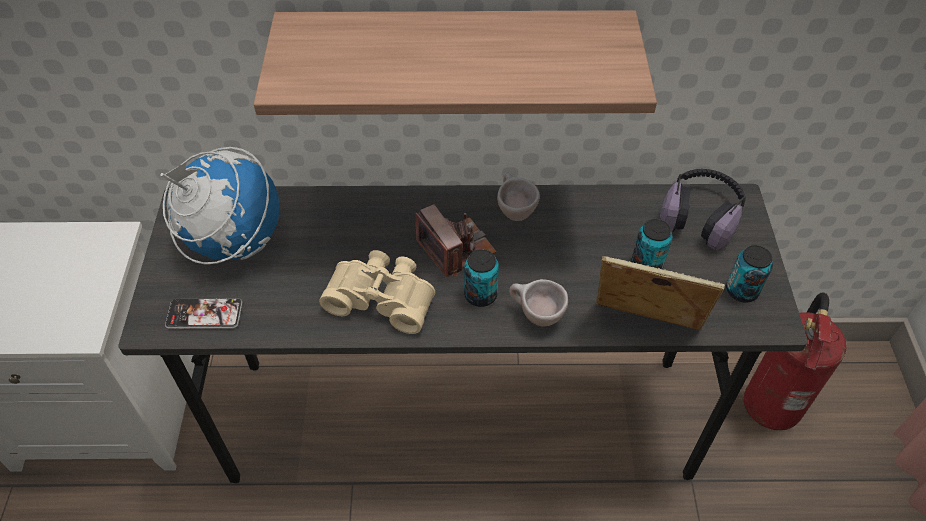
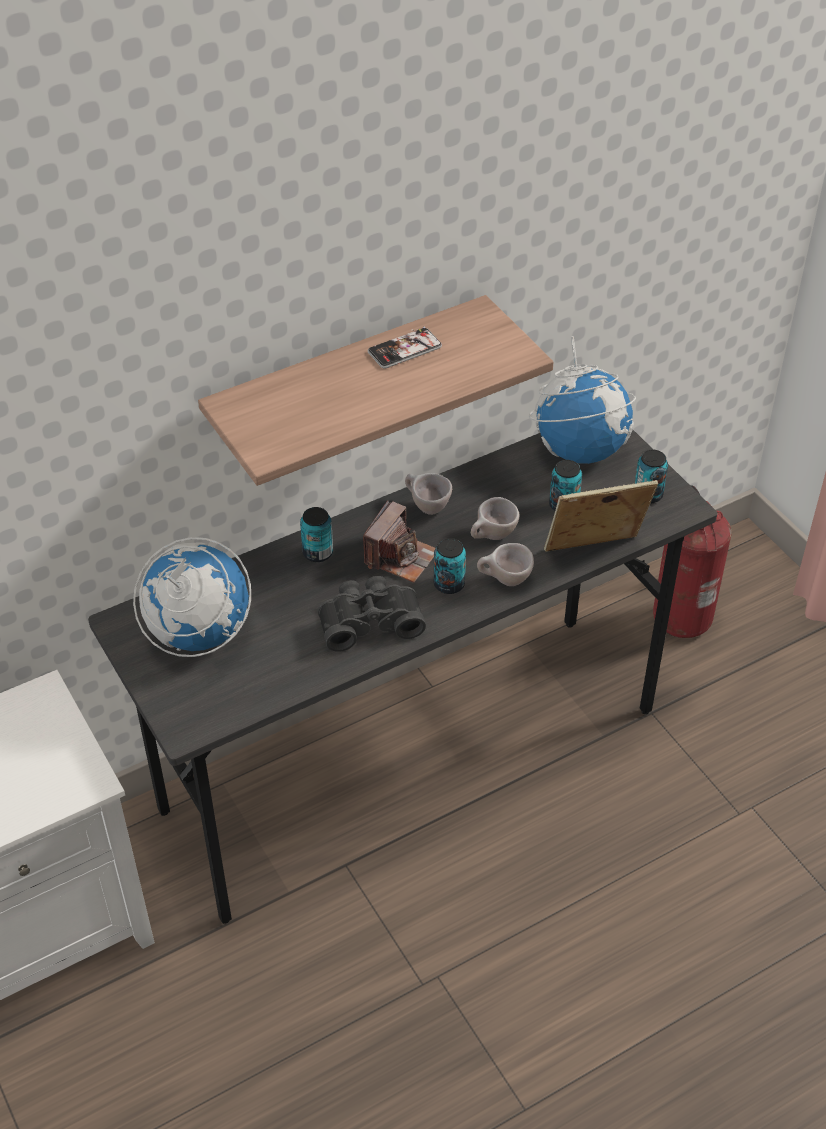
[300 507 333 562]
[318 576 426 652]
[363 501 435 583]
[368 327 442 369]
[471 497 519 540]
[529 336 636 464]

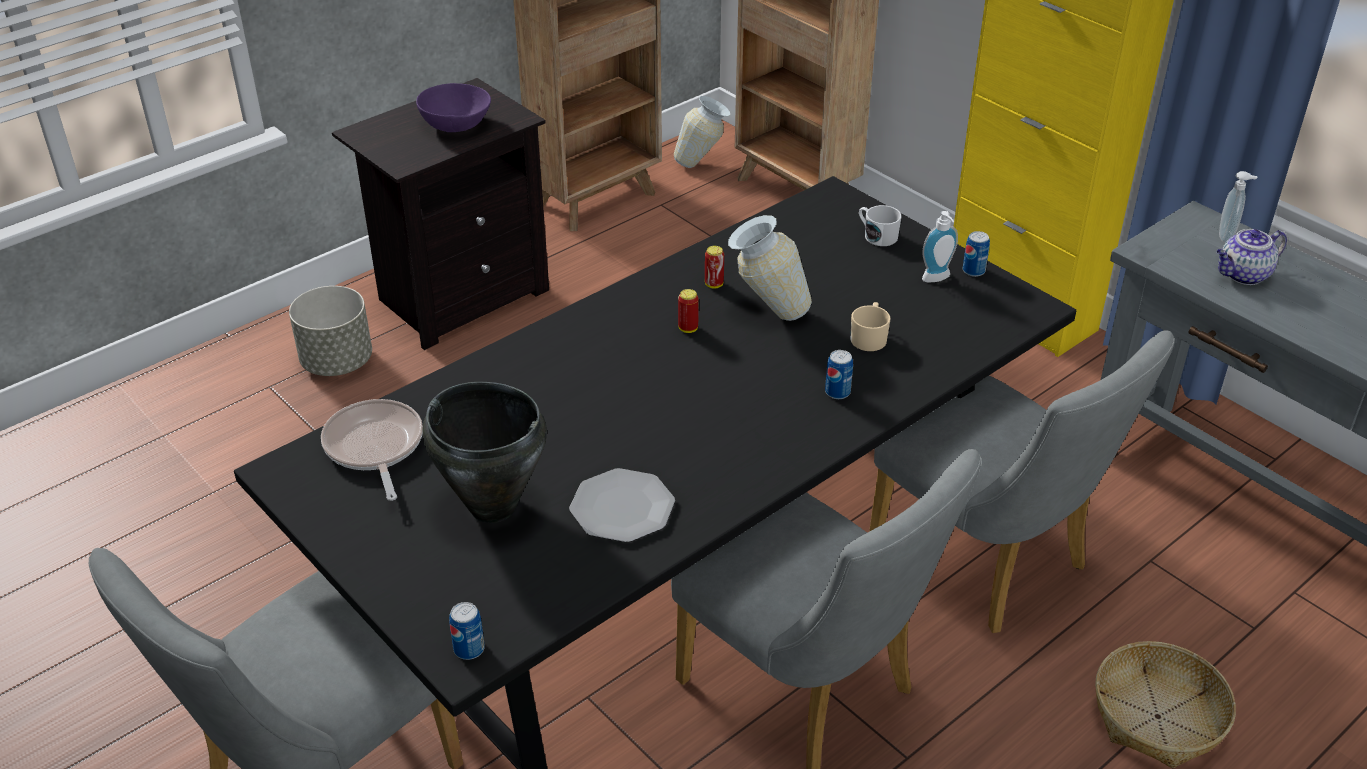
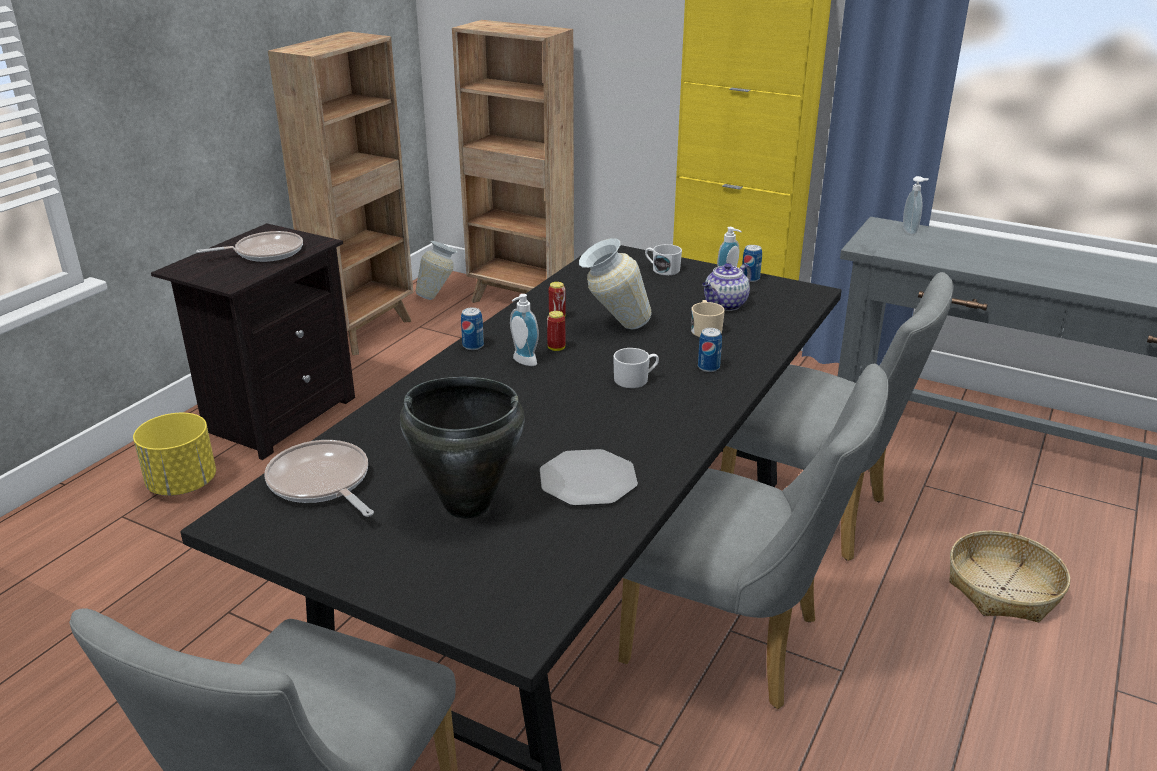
[133 413 216 496]
[196 231 303 262]
[461 308 484 350]
[510 294 539 366]
[613 348 659 388]
[702 263 752 311]

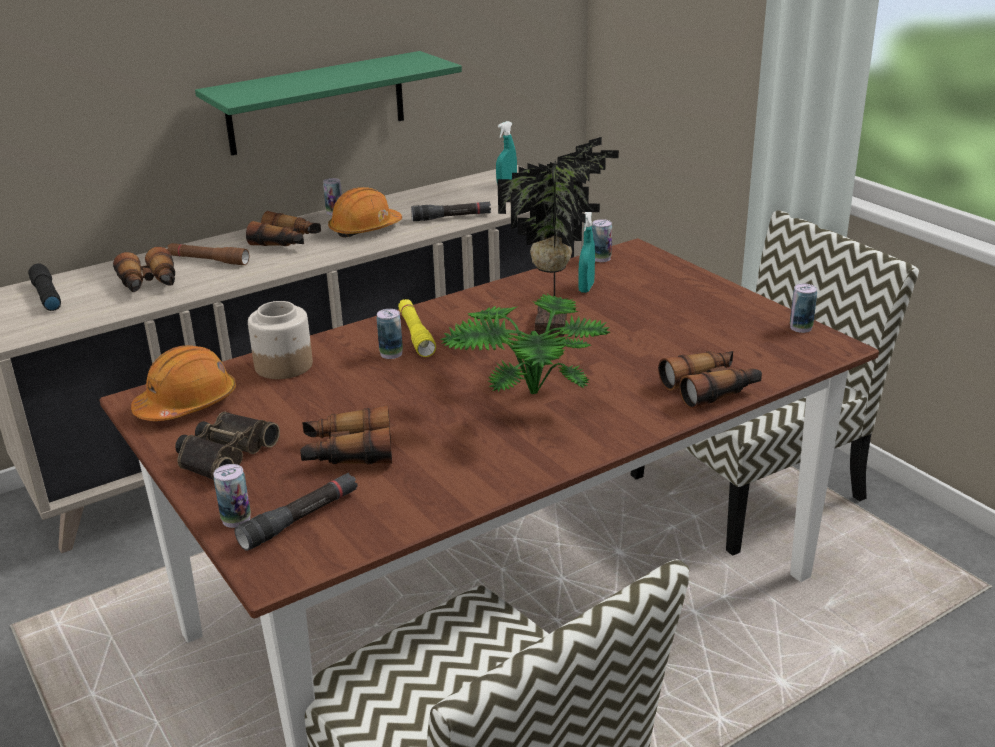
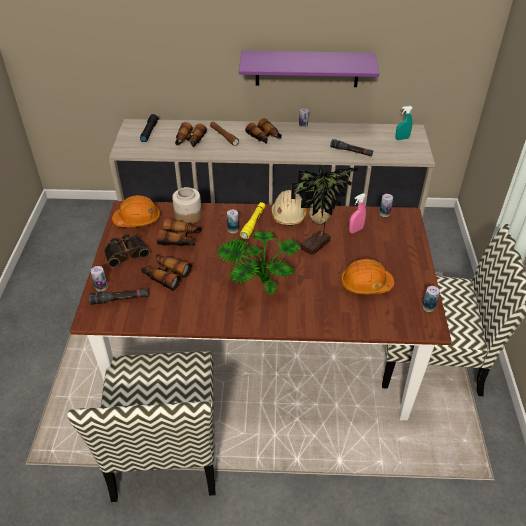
[157 218 202 246]
[239 51 379 87]
[271 190 307 226]
[341 259 395 295]
[349 193 366 233]

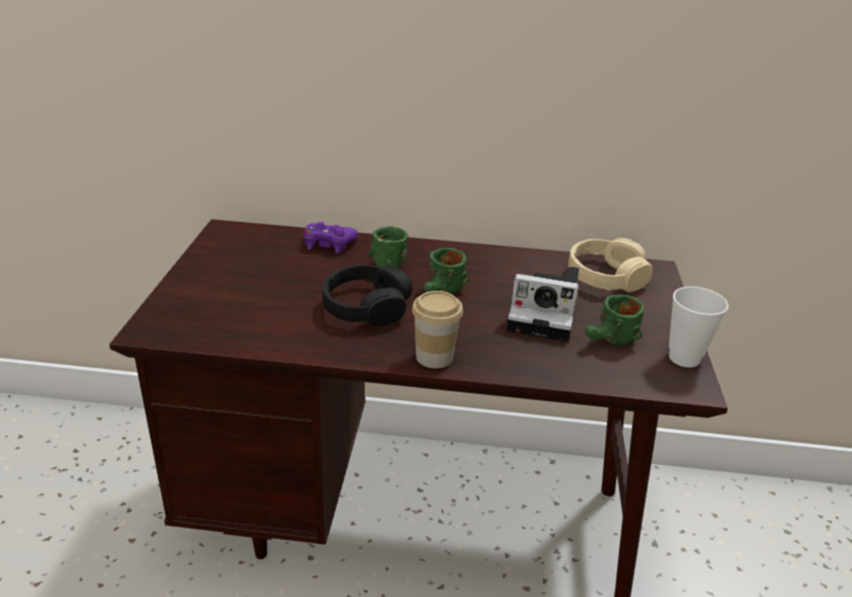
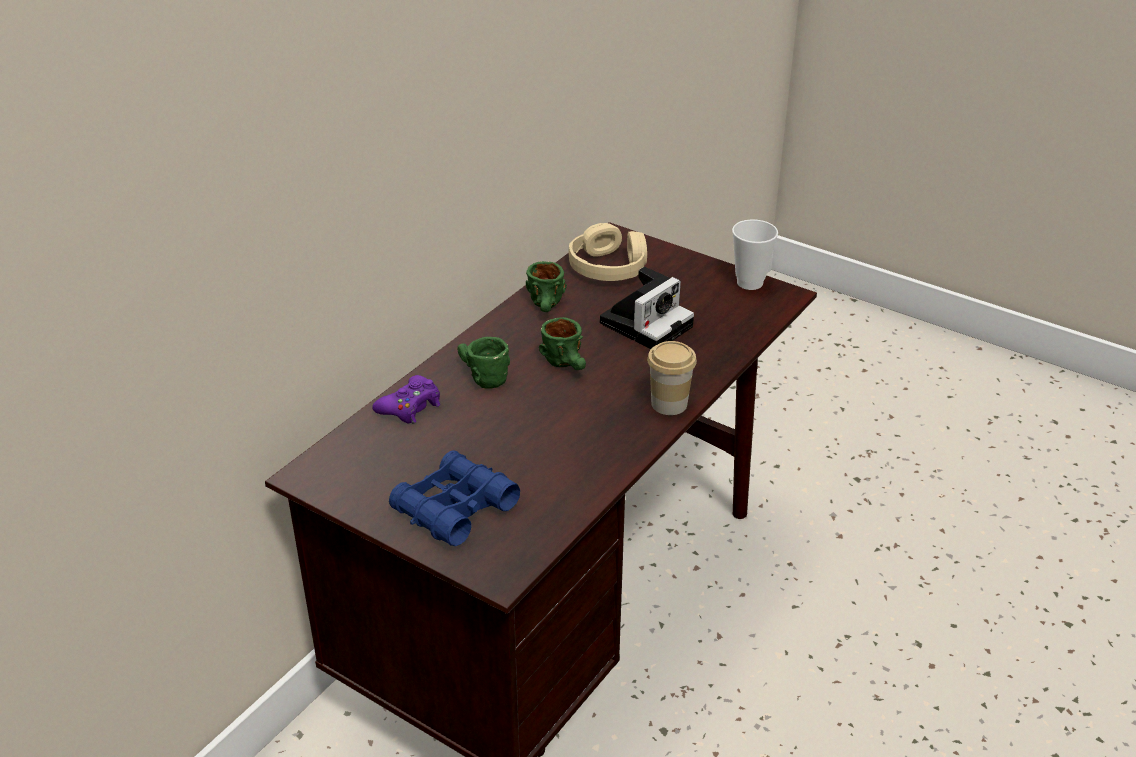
[389 451 520 546]
[526 261 567 312]
[322 264 412 326] (first image)

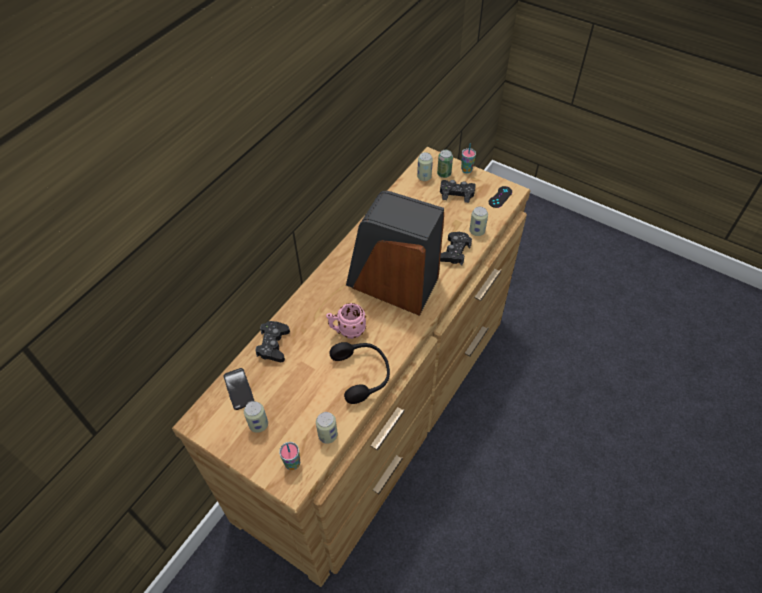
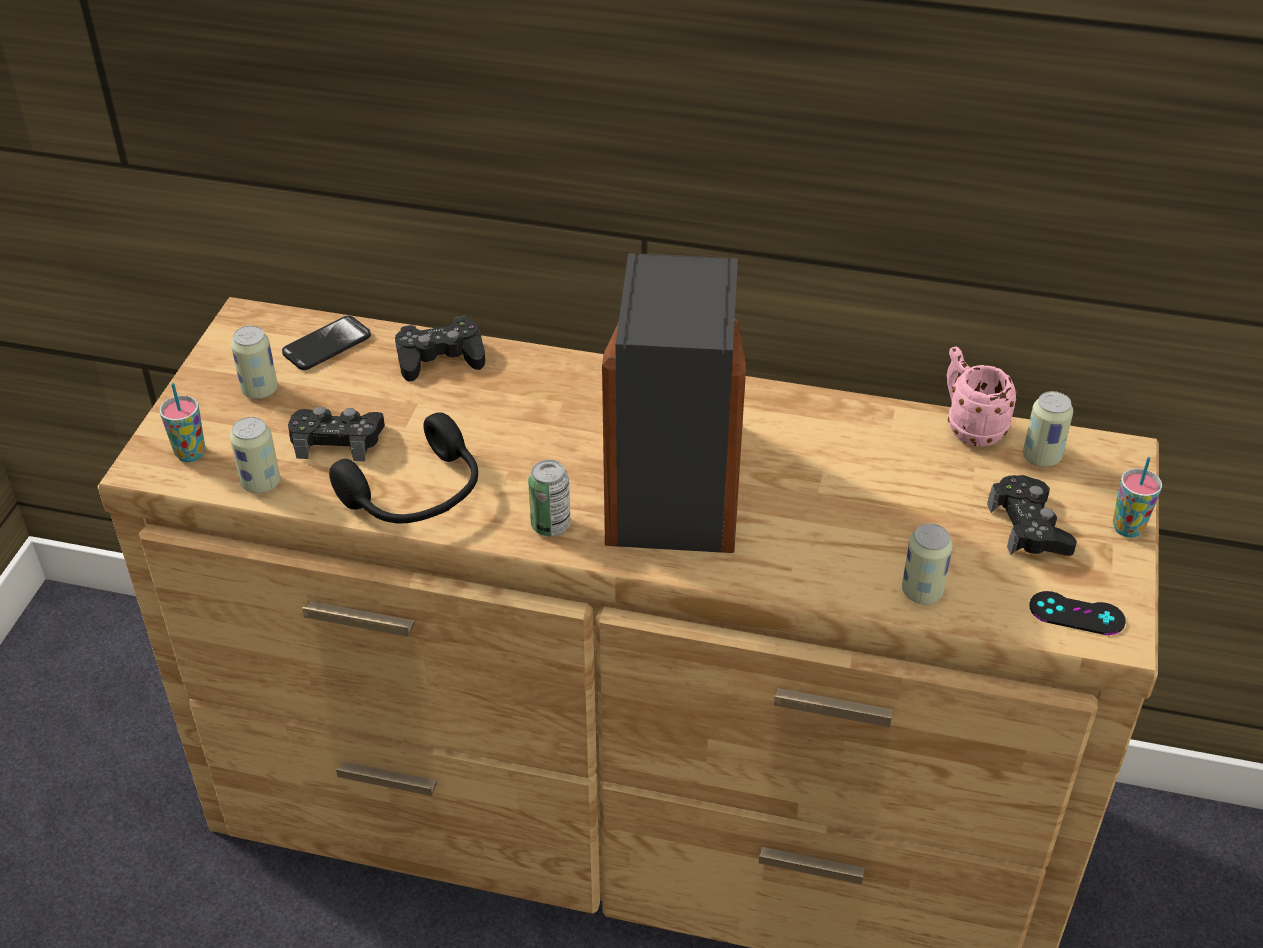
[288 407 385 461]
[528 460 570 536]
[947 347 1018 446]

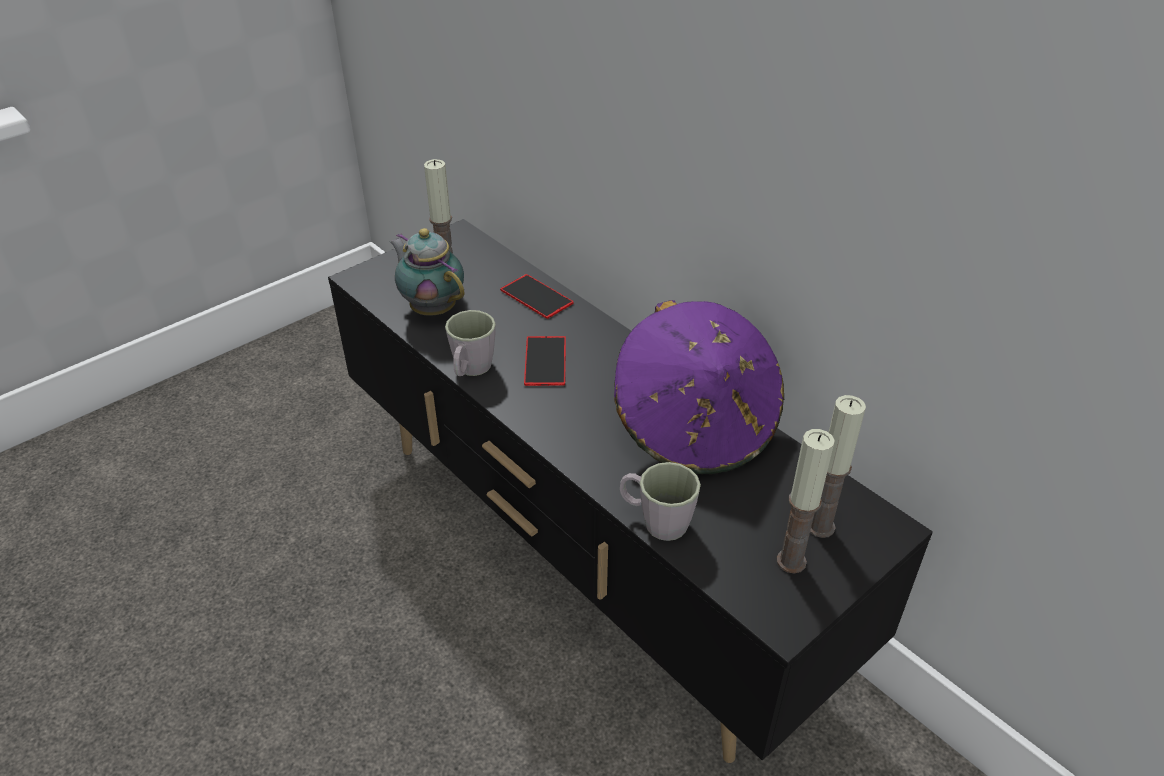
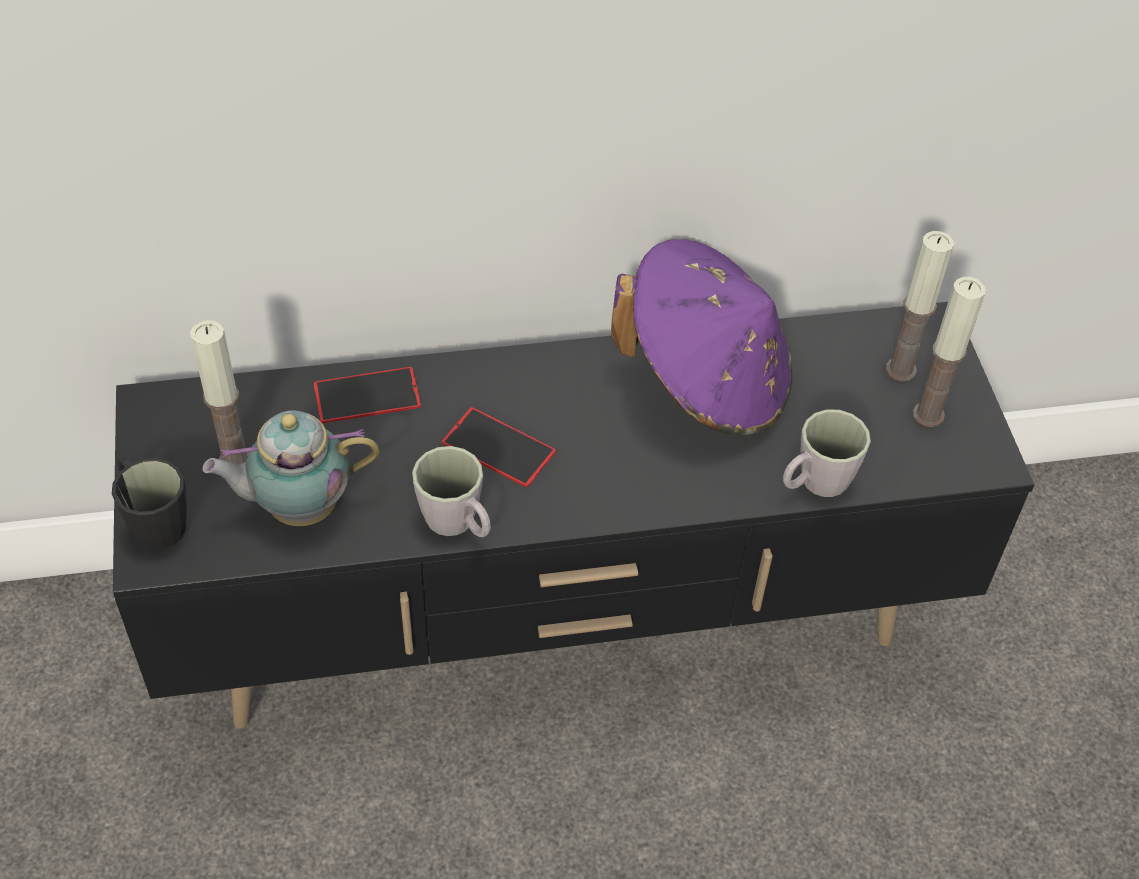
[112 457 187 549]

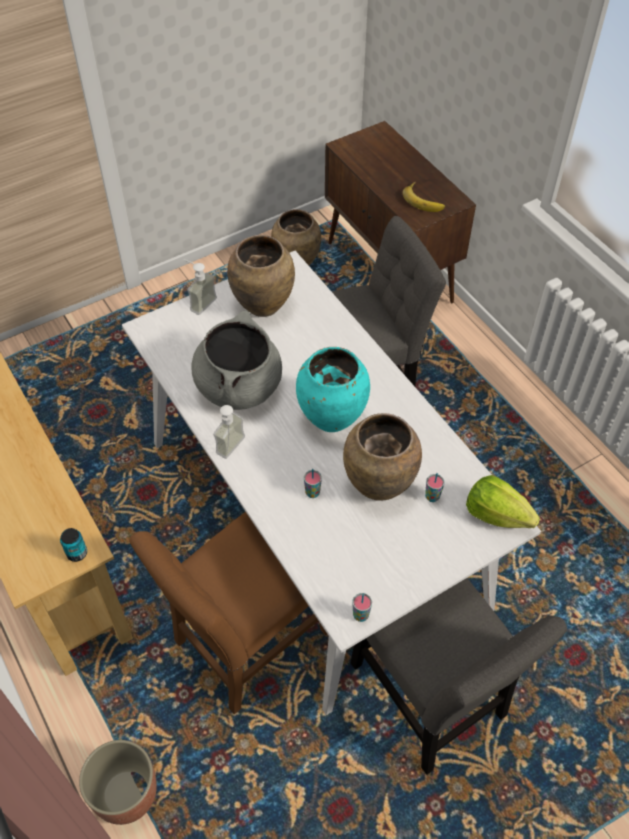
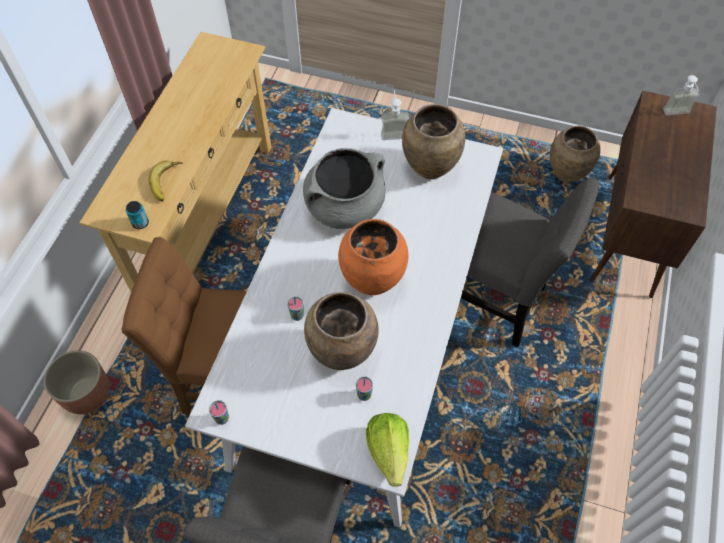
[148 160 183 201]
[338 219 409 295]
[663 75 699 116]

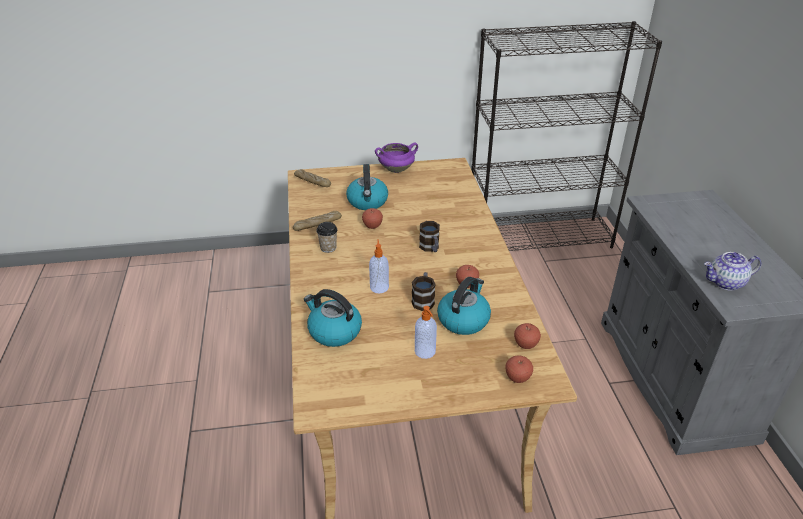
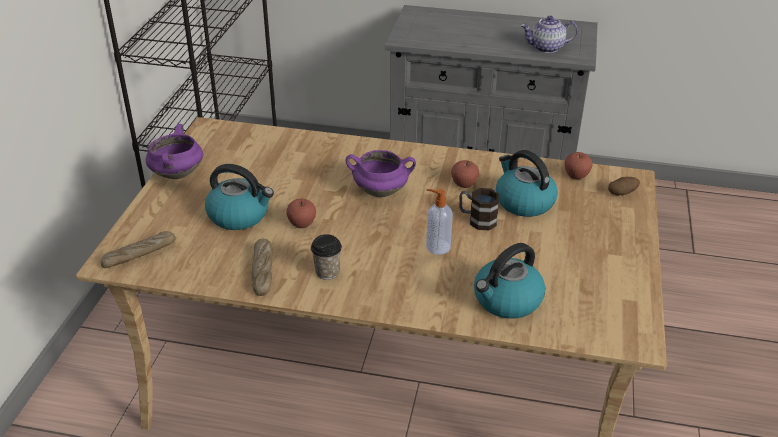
[346 150 416 197]
[521 16 578 53]
[608 177 640 195]
[415 306 437 359] (first image)

